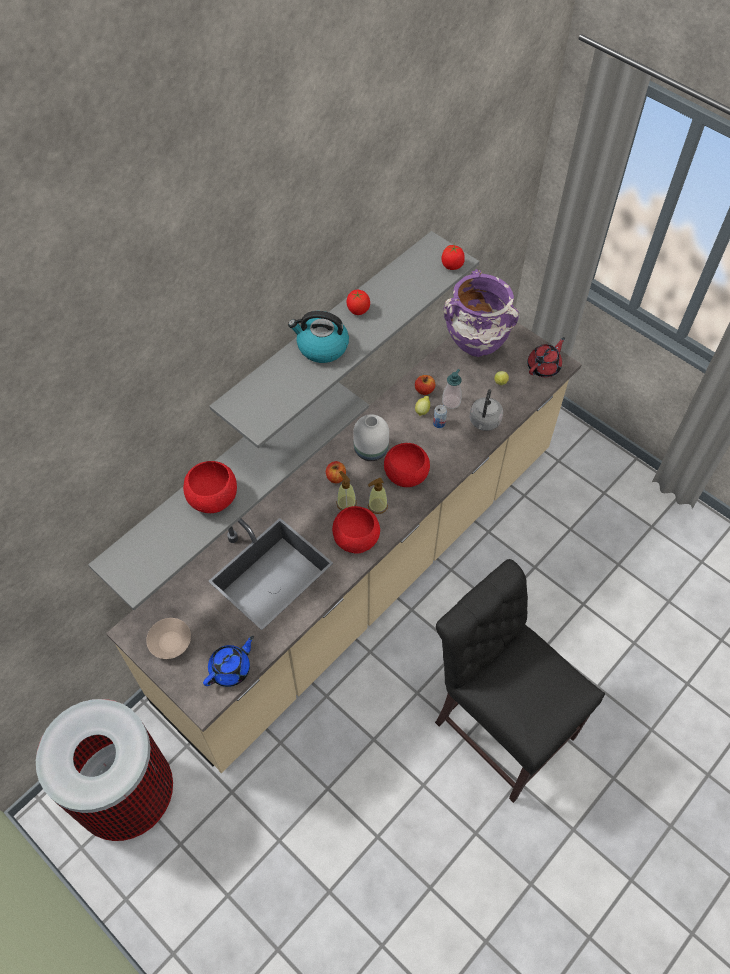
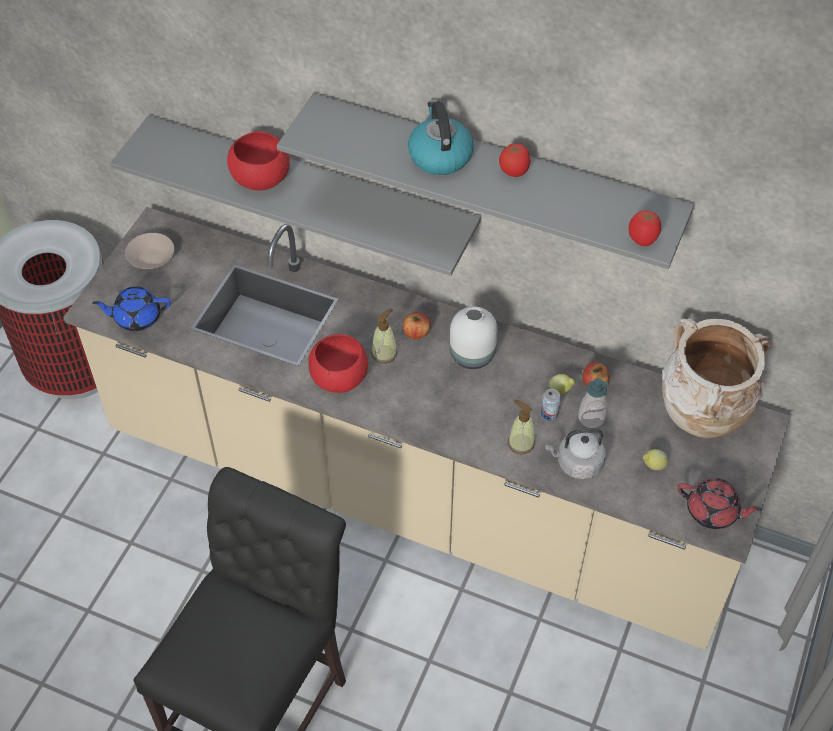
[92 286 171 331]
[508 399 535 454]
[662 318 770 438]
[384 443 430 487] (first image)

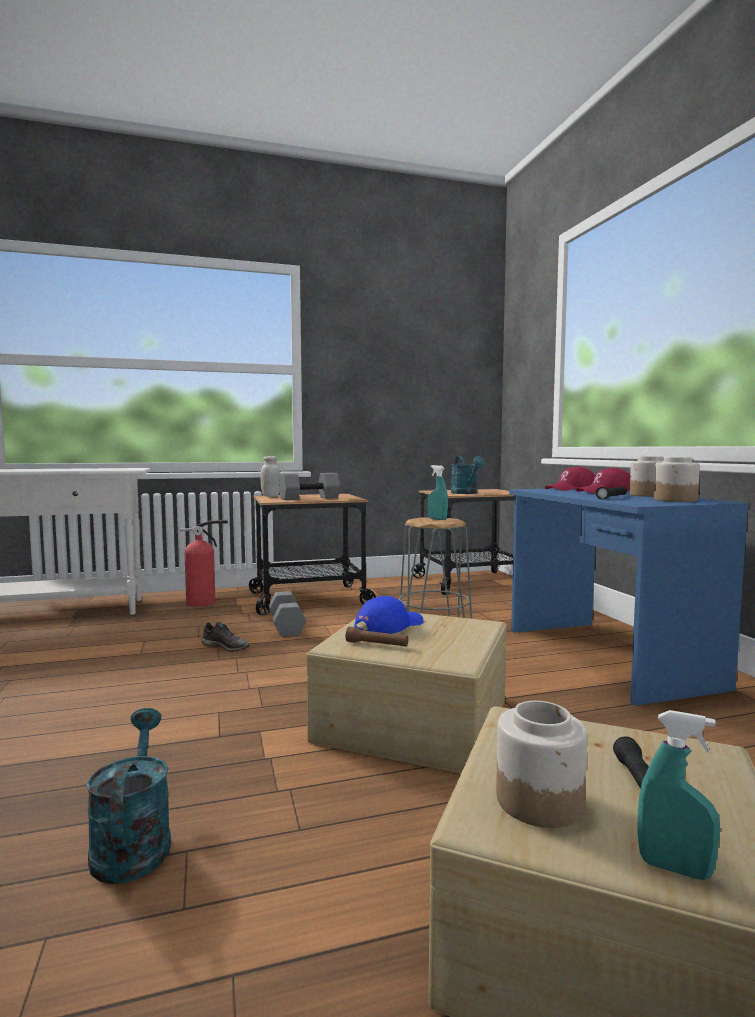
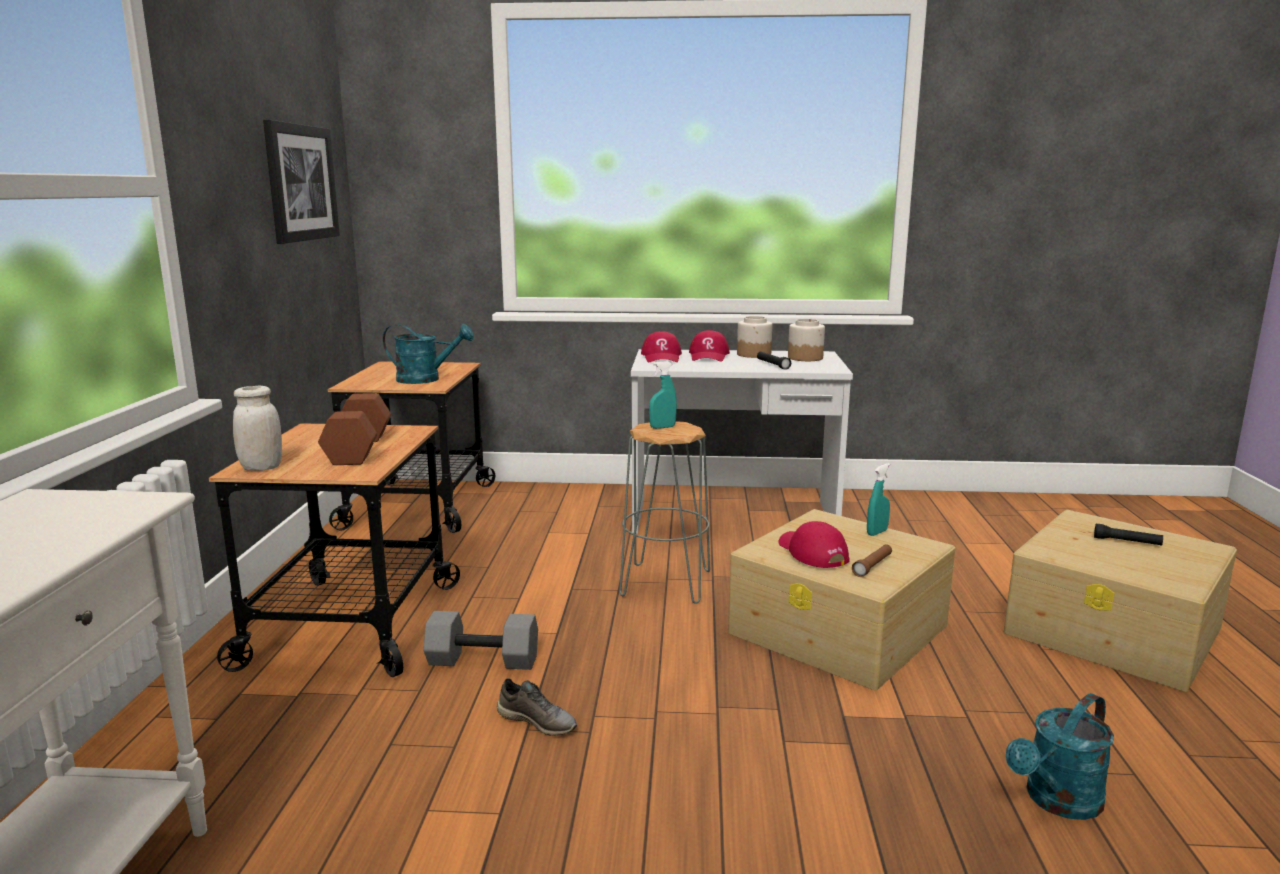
[263 119 340 244]
[318 393 391 465]
[497 678 577 736]
[631 349 853 534]
[778 521 850 568]
[867 463 890 536]
[1006 693 1114 820]
[180 520 228 606] (first image)
[496 701 587 828] (first image)

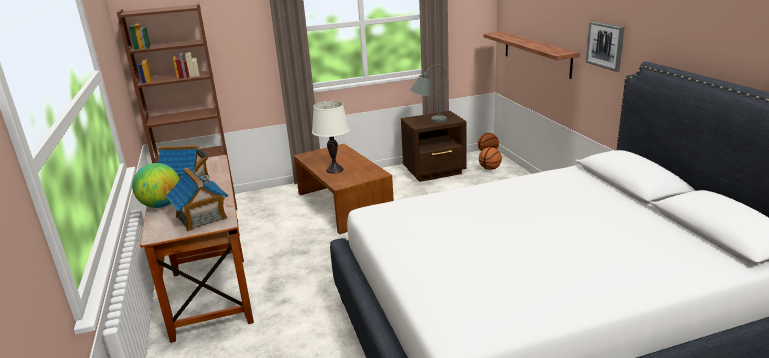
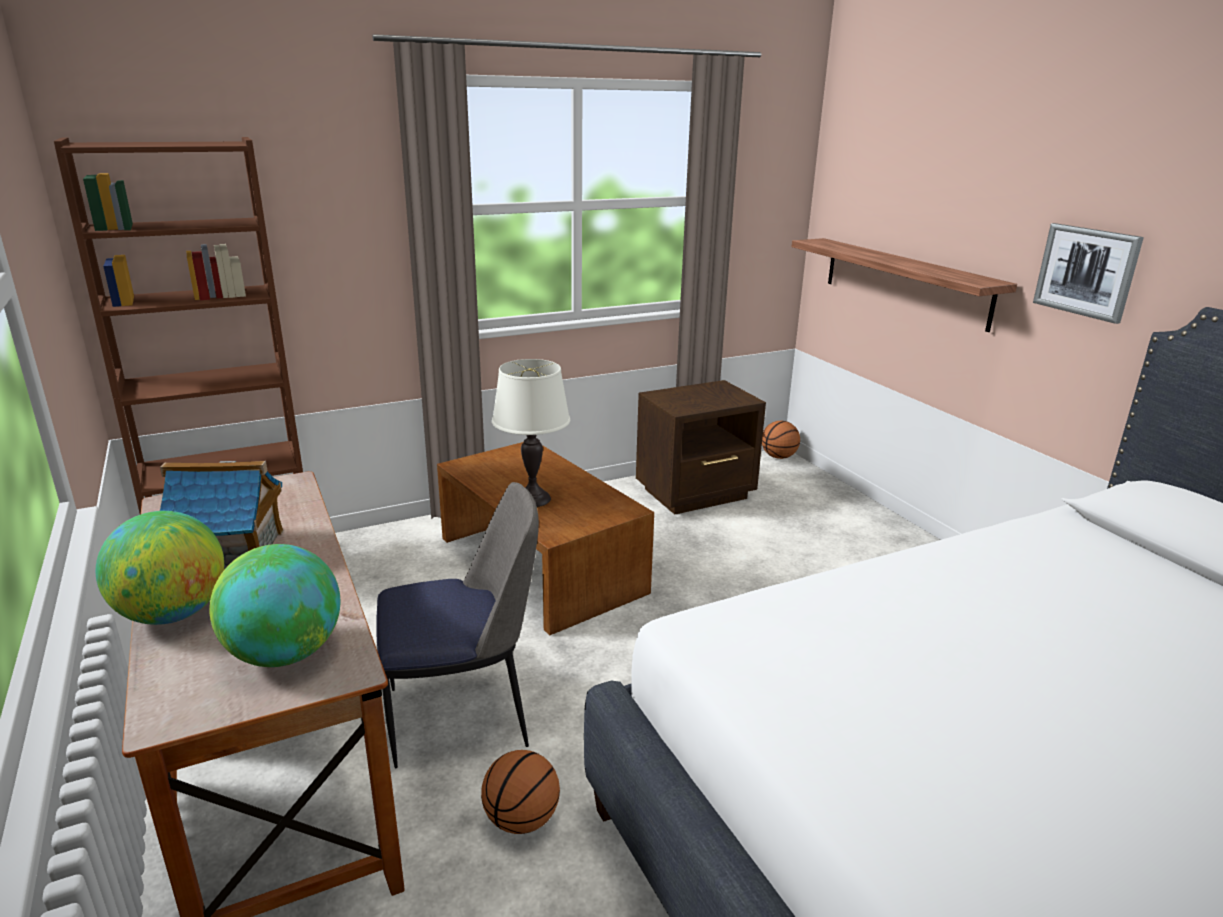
[209 544 341 667]
[376 482 539 768]
[481 750 560 834]
[410 64 447 123] (first image)

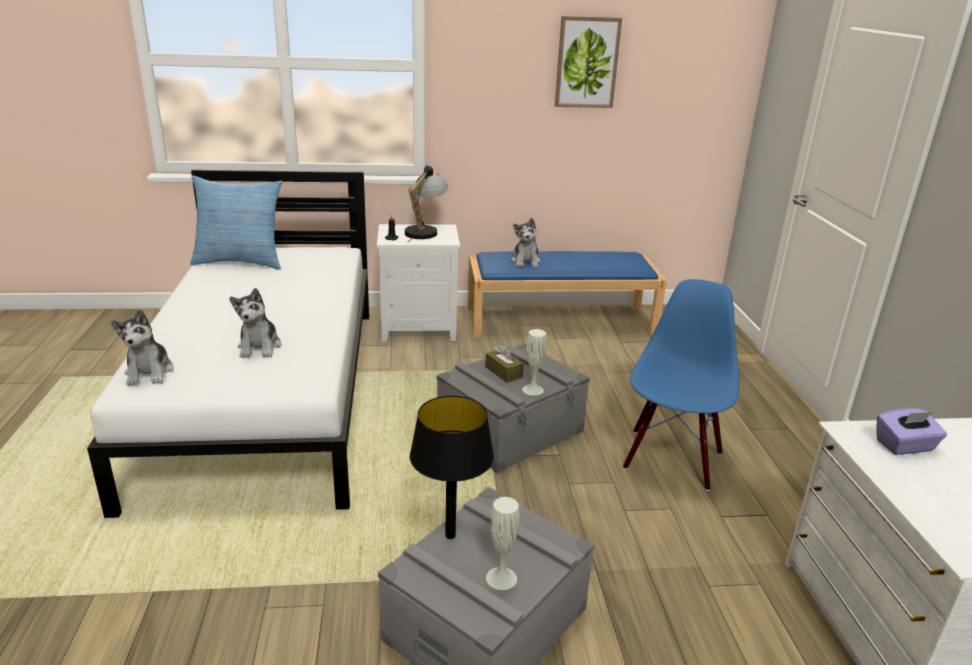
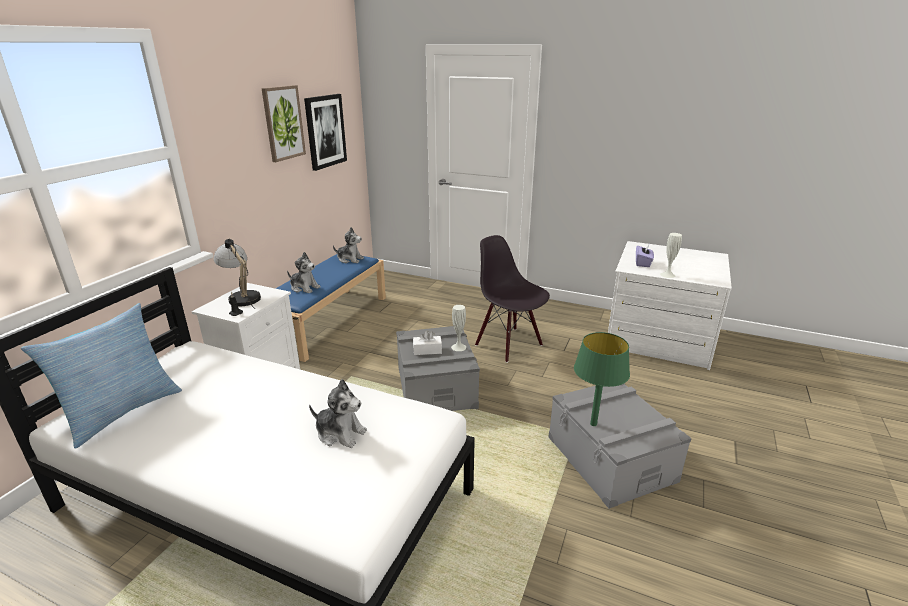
[304 94 347 171]
[333 227 364 263]
[413 330 442 355]
[475 235 550 363]
[574 332 630 426]
[660 233 682 278]

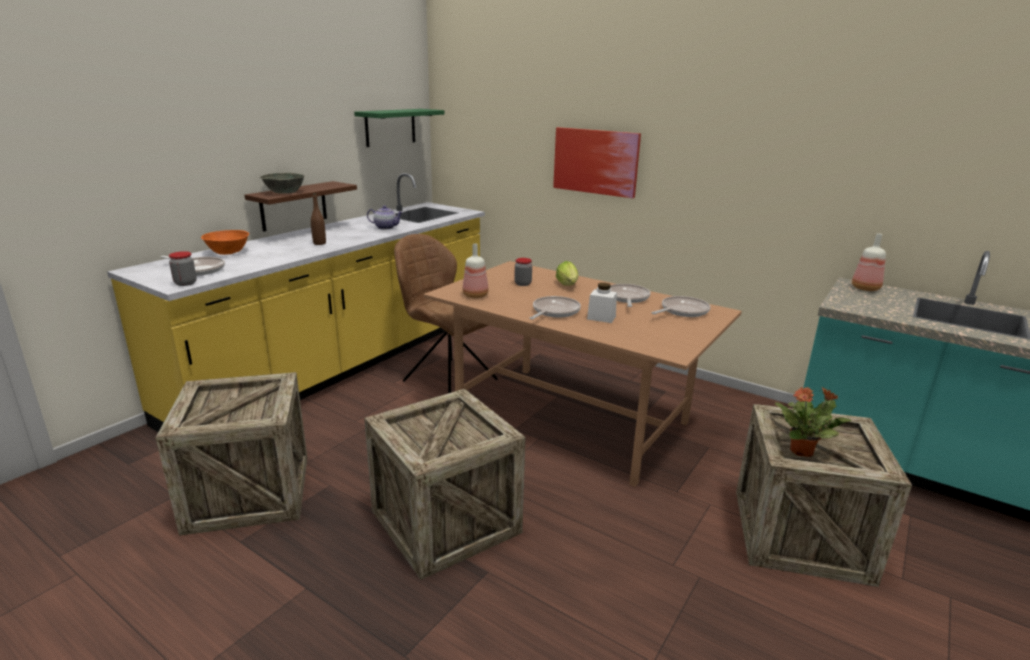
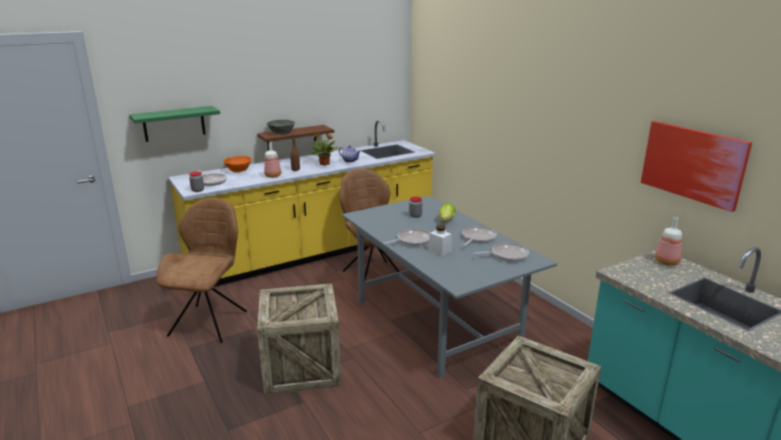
[129 106 220 142]
[156 198 247 343]
[264 143 281 178]
[309 132 339 166]
[342 196 557 378]
[641 121 752 212]

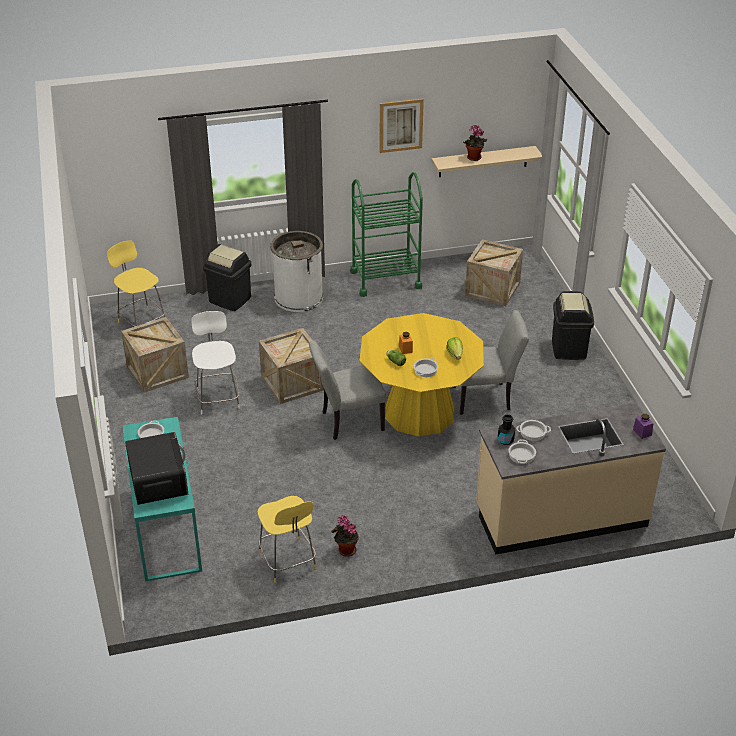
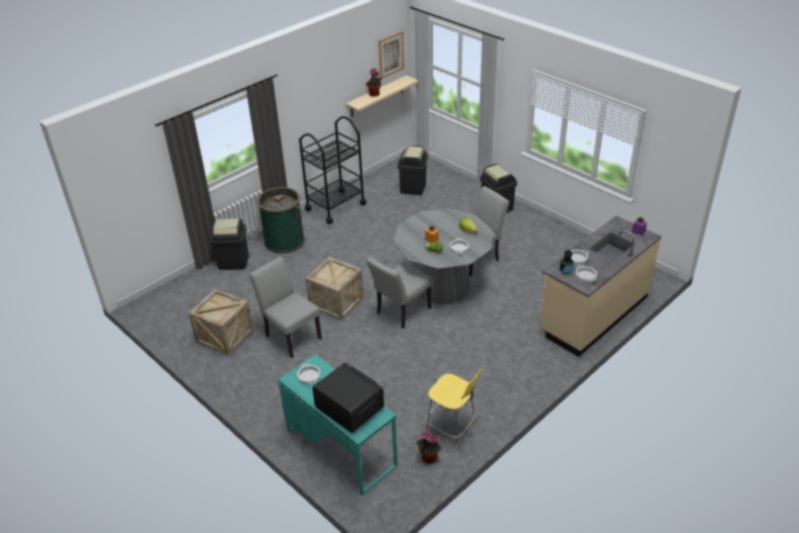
[249 257 322 358]
[257 187 305 254]
[299 116 366 224]
[378 31 404 79]
[393 208 493 305]
[398 145 428 195]
[416 431 441 464]
[107 240 165 327] (first image)

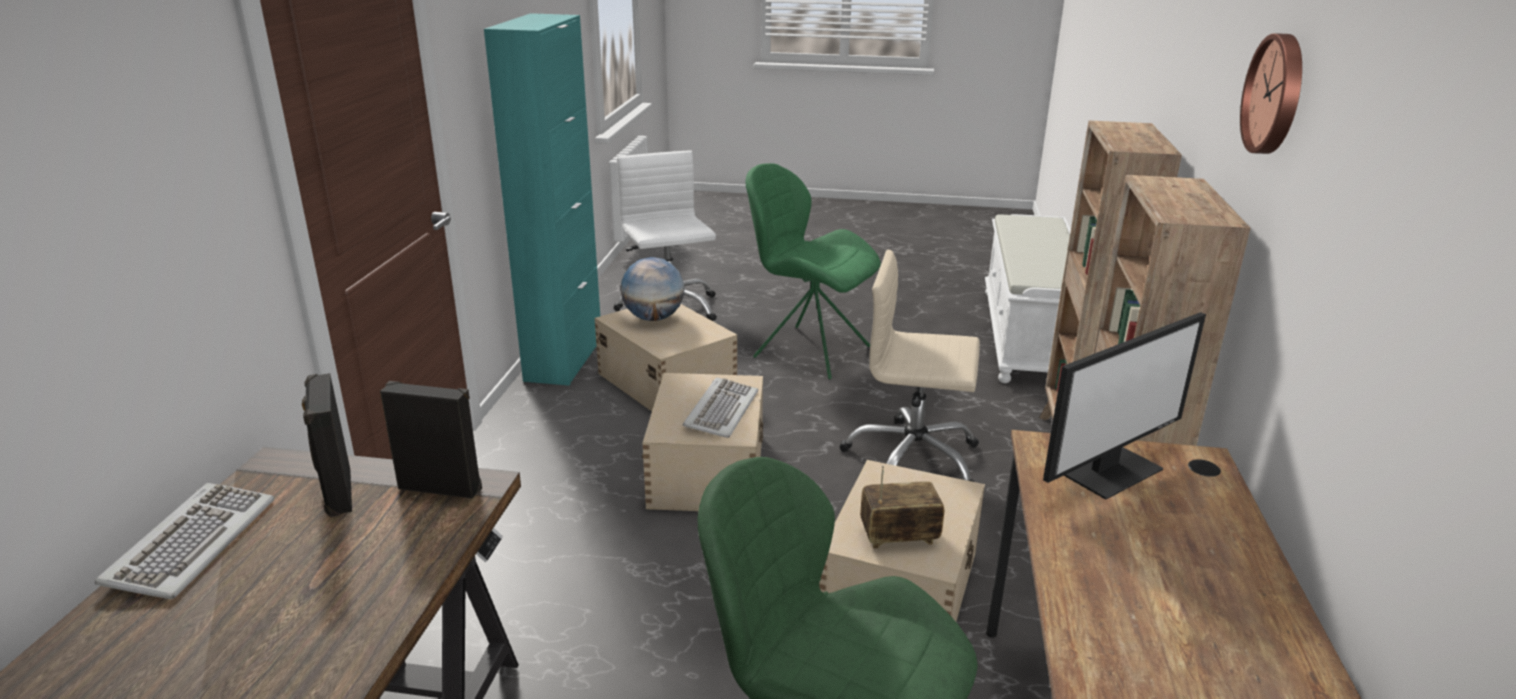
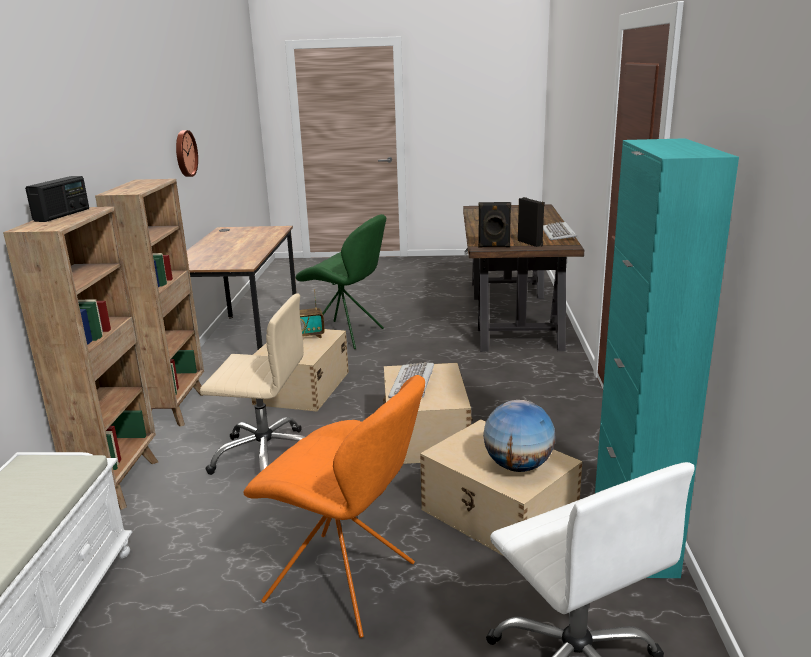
[25 176 89 222]
[176 130 198 177]
[243 375 425 638]
[1043 312 1206 500] (first image)

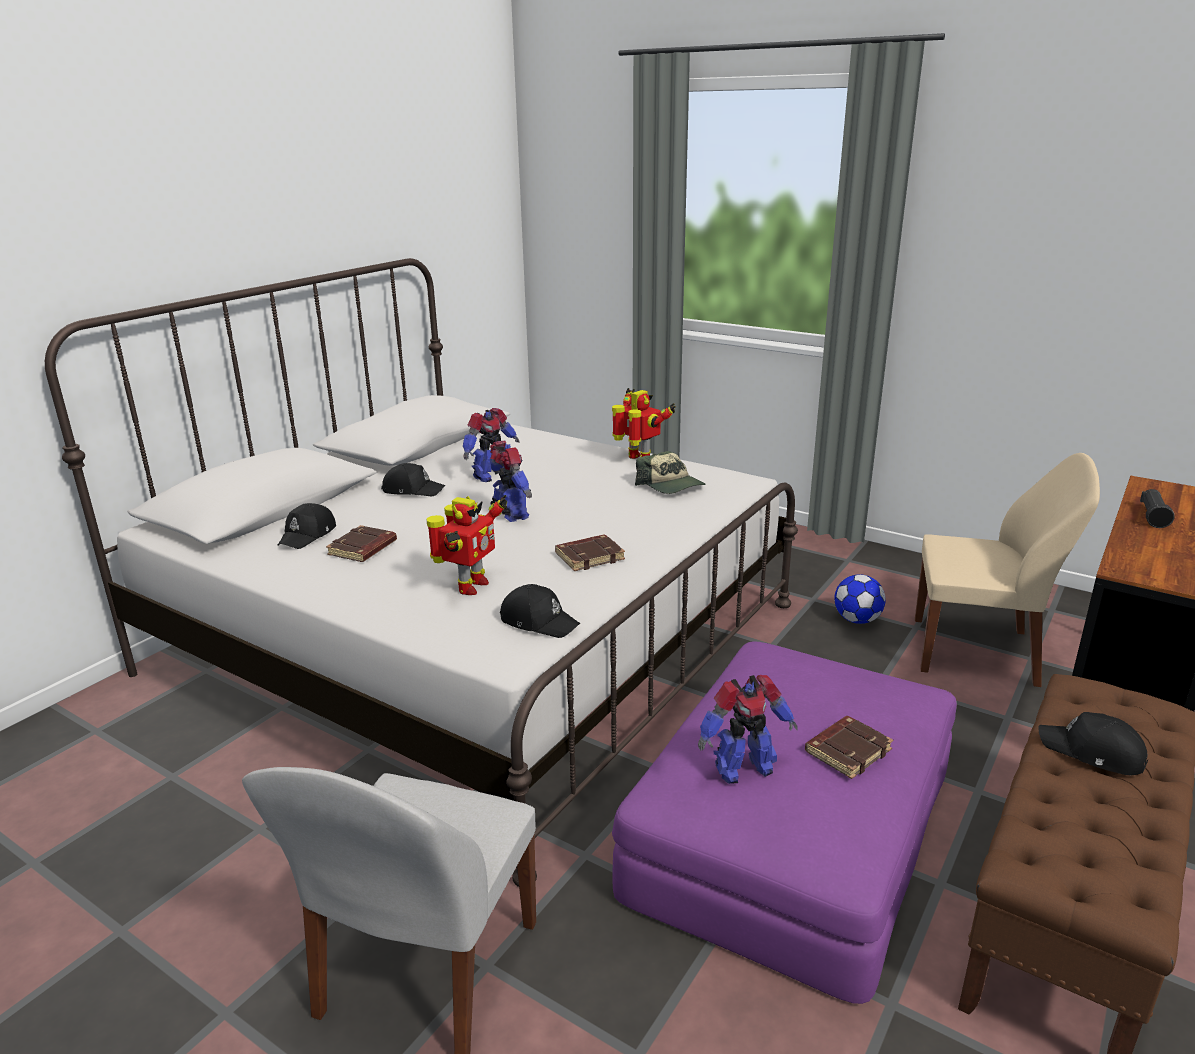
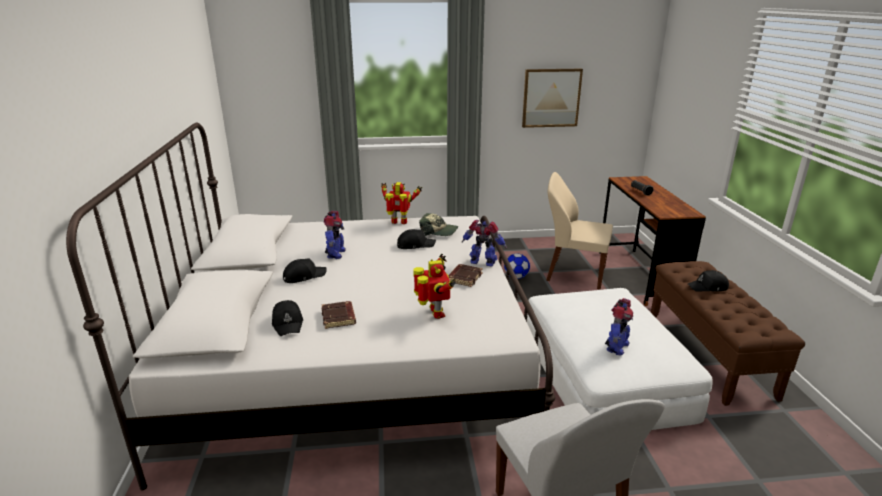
[397 229 436 249]
[462 220 507 267]
[522 69 583 128]
[527 288 713 430]
[546 172 613 289]
[805 716 893 779] (first image)

